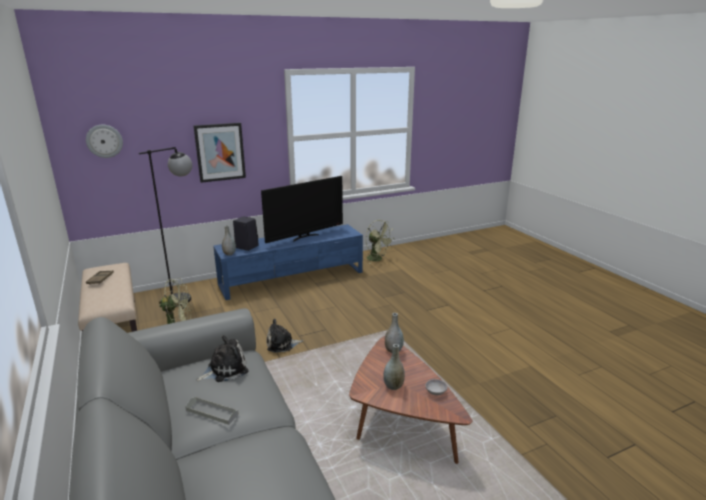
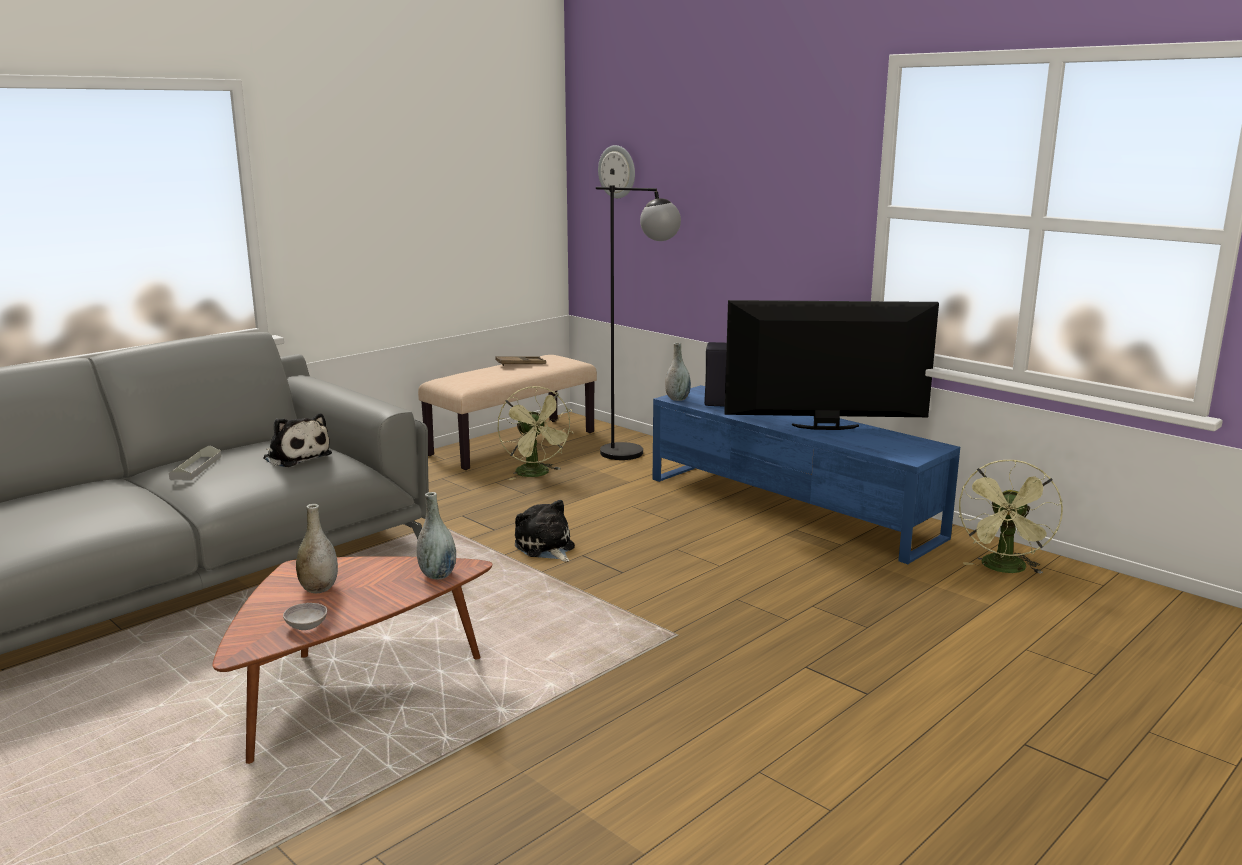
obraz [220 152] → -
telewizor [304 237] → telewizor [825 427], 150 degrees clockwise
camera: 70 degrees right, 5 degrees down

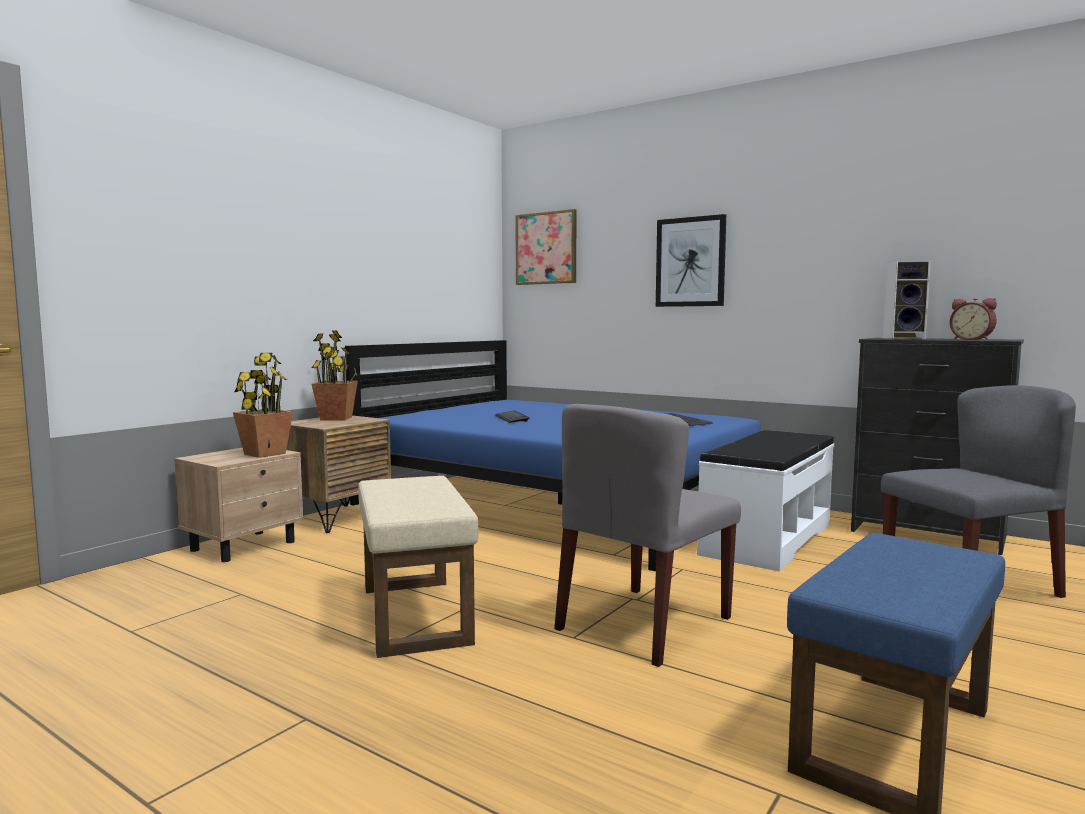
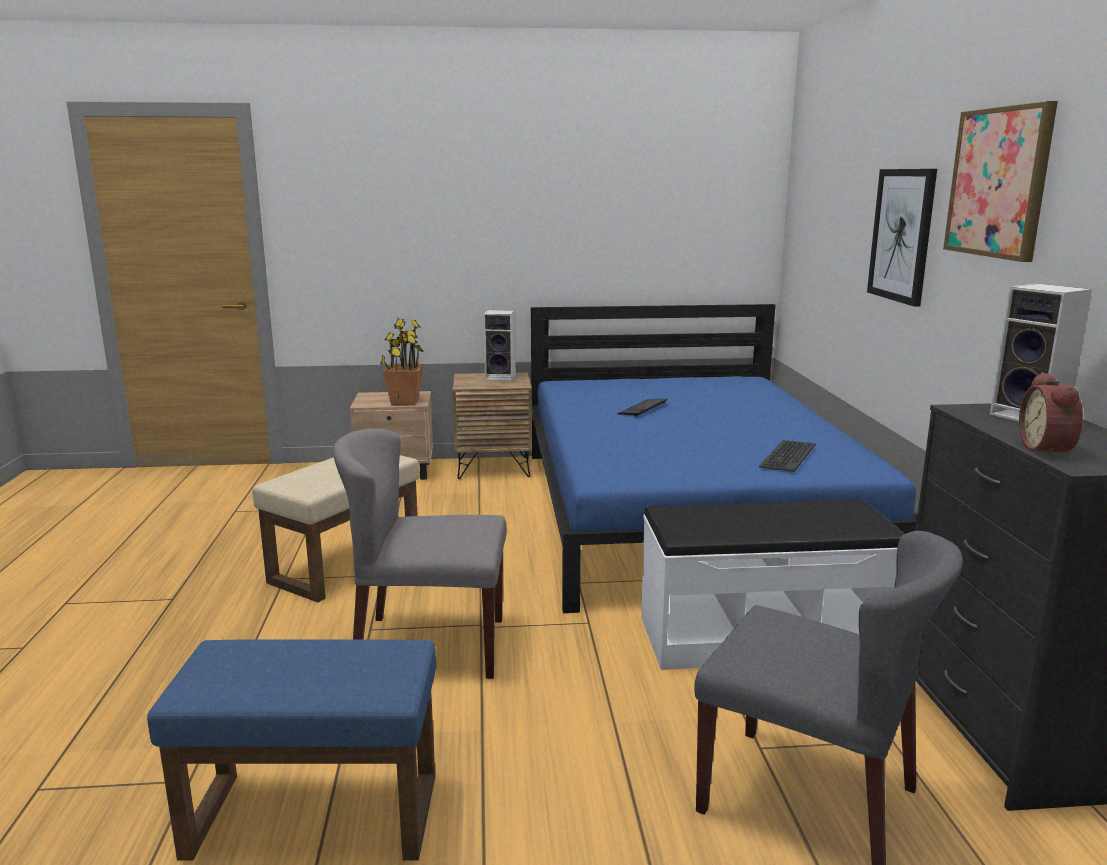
roślina doniczkowa [336 418] → głośnik [502 377]
obraz [546 248] → obraz [999 182], move
camera: 50 degrees right, 10 degrees up

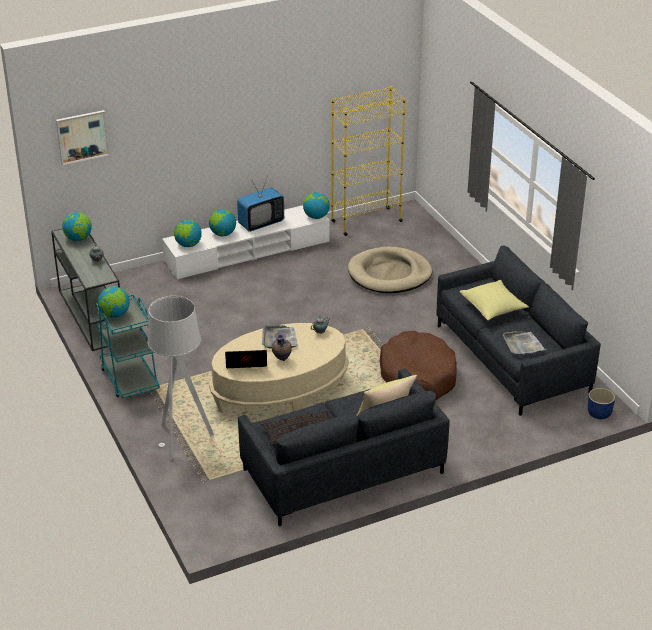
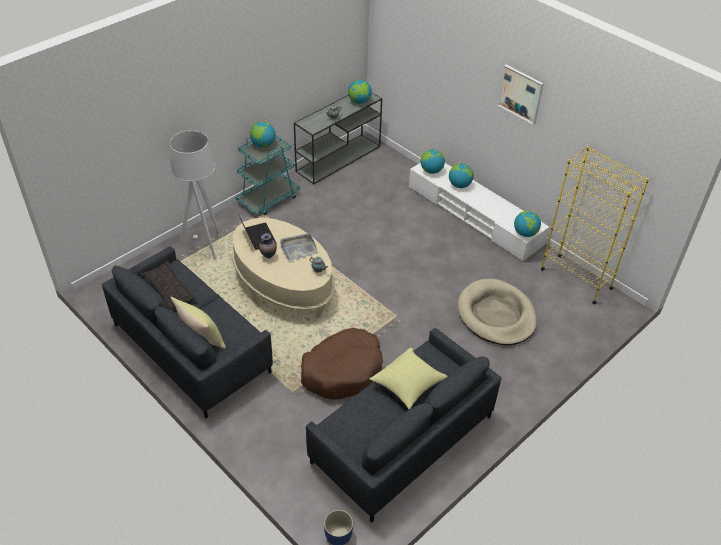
obraz [82 137] → obraz [520 94], move
telewizor [261 223] → -
taca [szary] [523 345] → -
camera: 70 degrees right, 10 degrees up

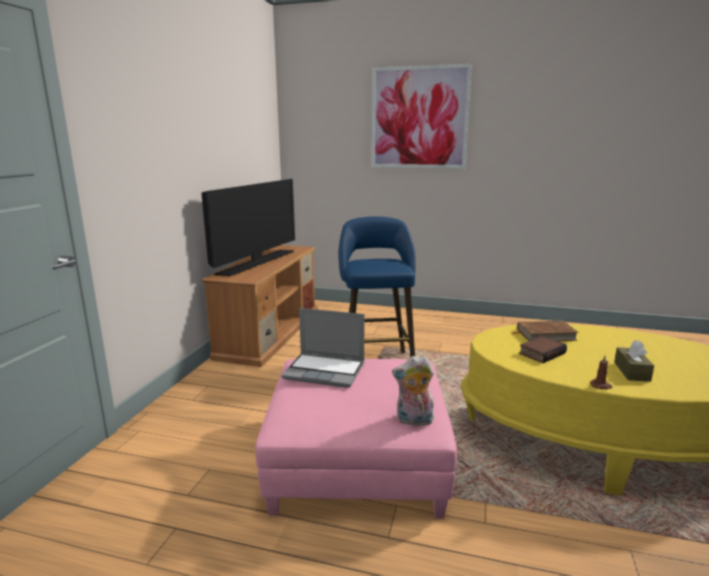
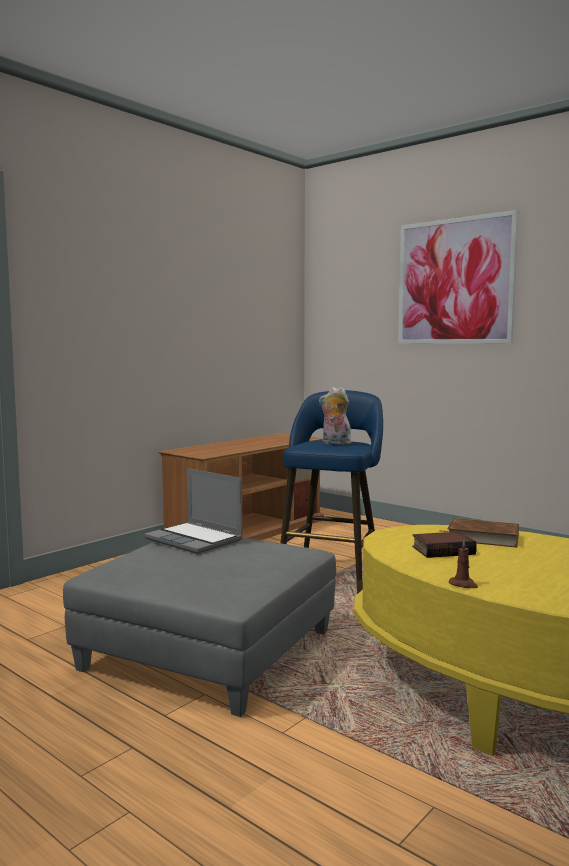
telewizor [257 262] → -
pufa [różowy] [358 459] → pufa [szary] [210 650]
pluszak [414 421] → pluszak [335 443], move
pudełko chusteczek [brązowy] [631 371] → -
camera: 25 degrees right, 10 degrees down

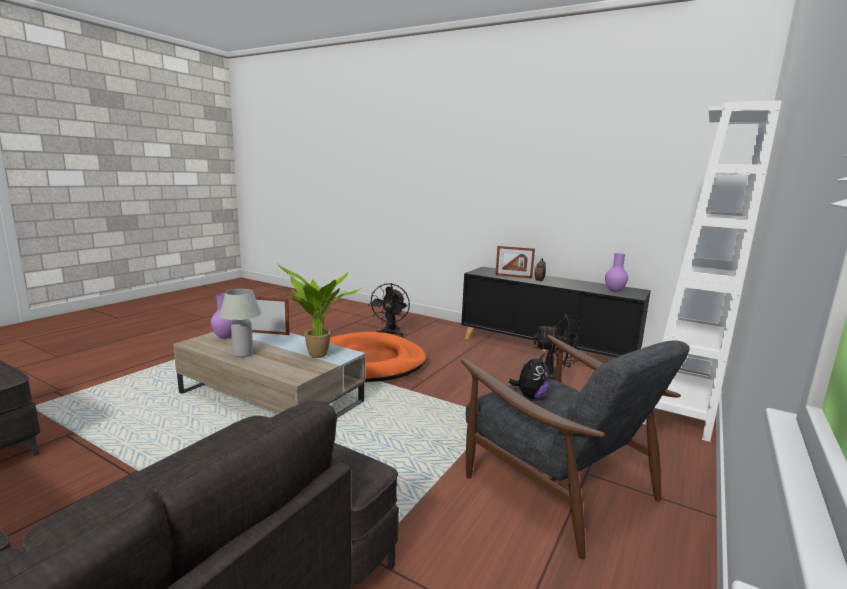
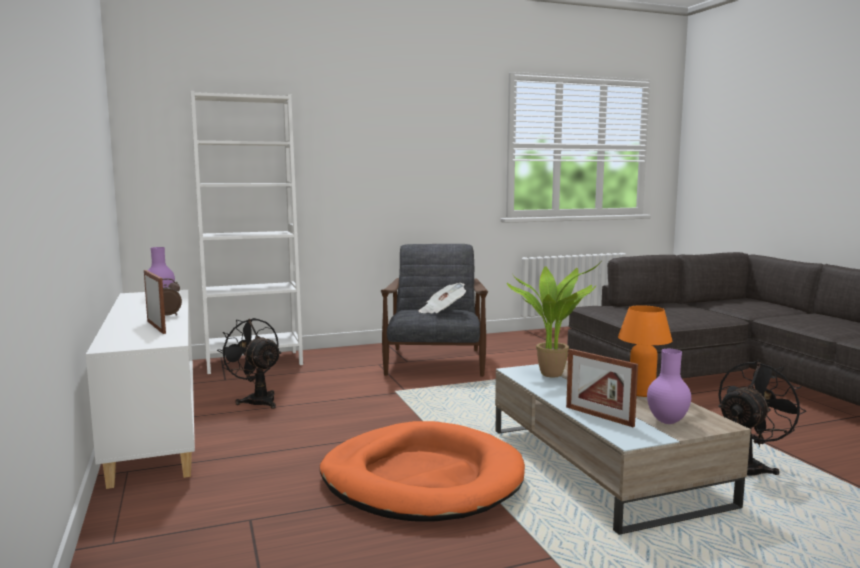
lampa stołowa [biały] [243 354] → lampa stołowa [pomarańczowy] [641 393]
wentylator [czarny] [390 334] → wentylator [czarny] [748 467], move
szafka [czarny] [546 349] → szafka [biały] [156 425]
pluszak [530 396] → gazeta [442 311]
camera: 140 degrees left, 5 degrees down

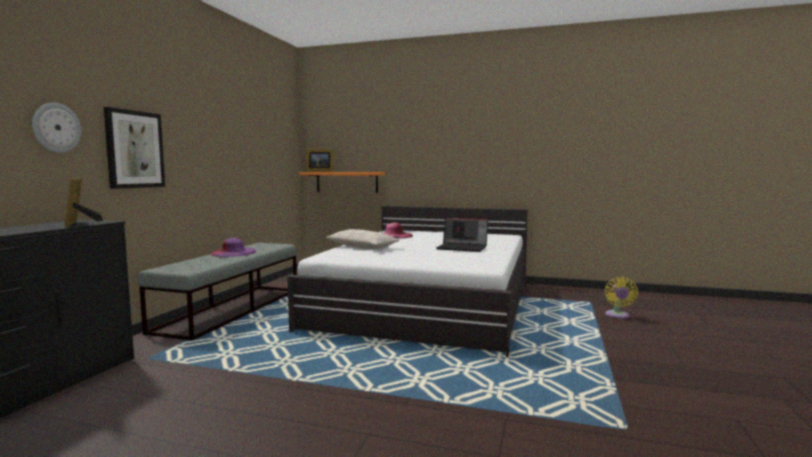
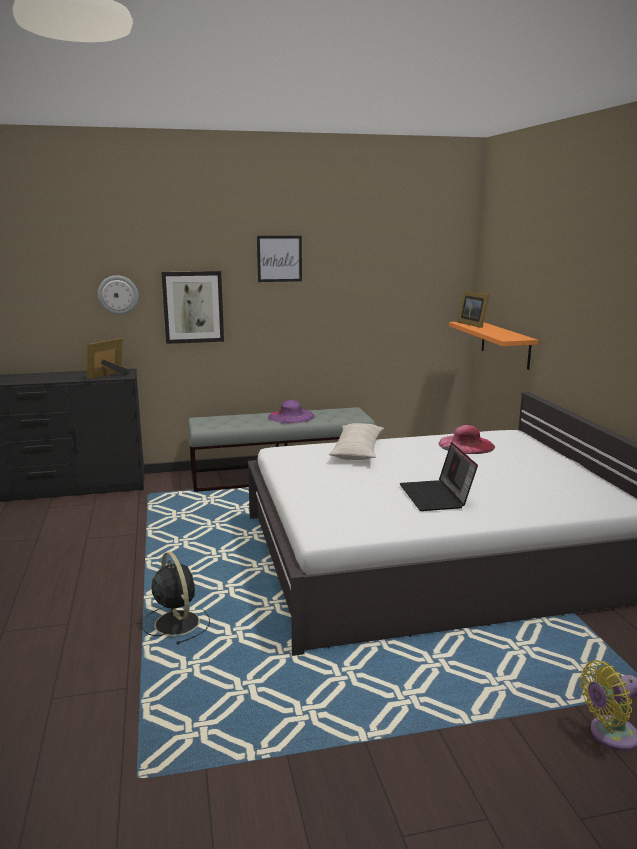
- → wentylator [czarny] [176 622]
- → obraz [279 258]
camera: 60 degrees right, 10 degrees up

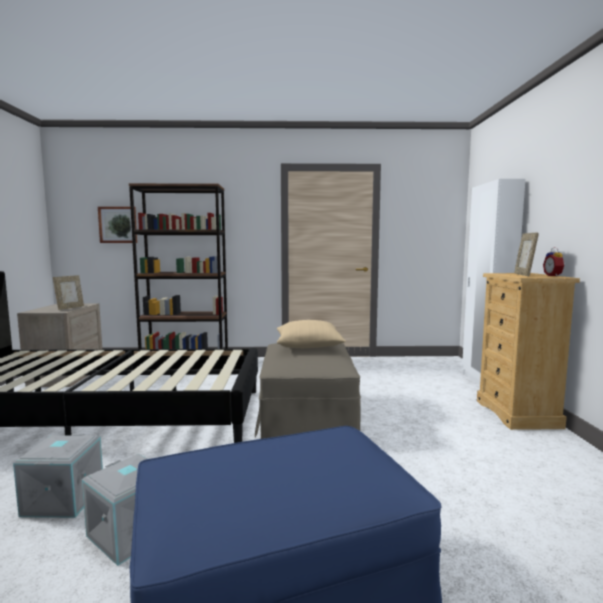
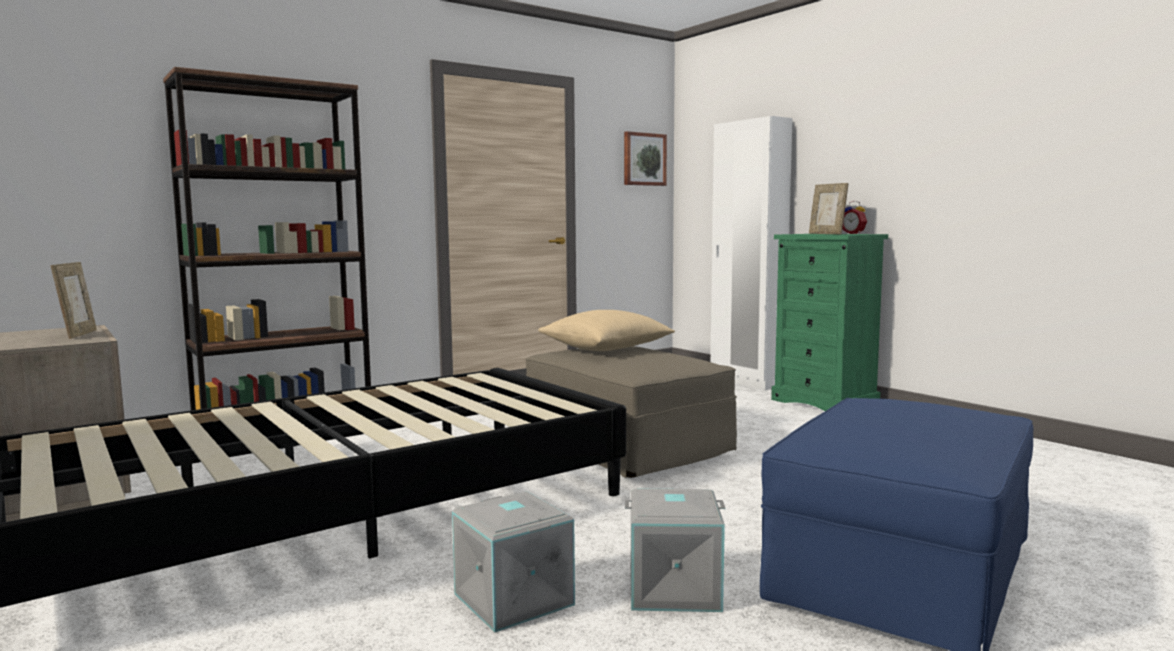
obraz [118 225] → obraz [644 159], move
komoda [beżowy] [517 414] → komoda [zielony] [825 403]
camera: 35 degrees left, 0 degrees up

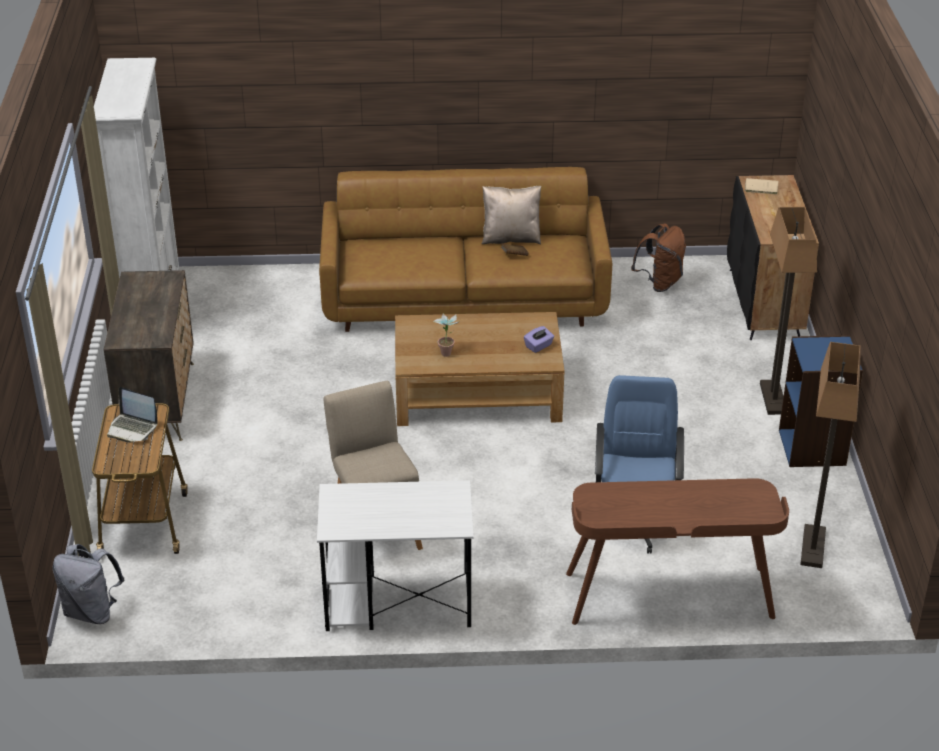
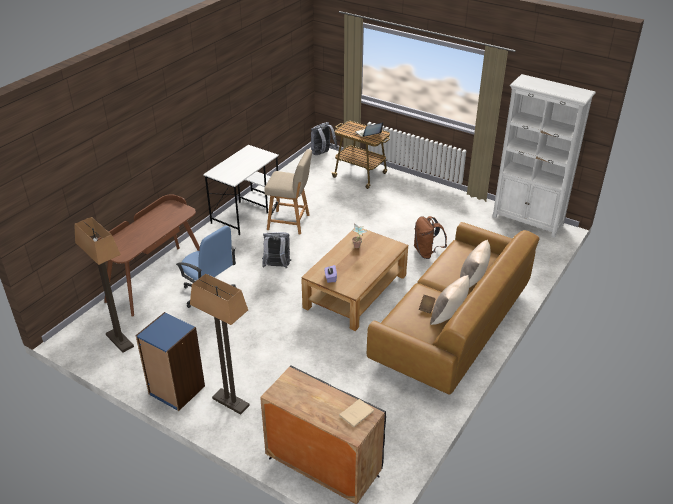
komoda [158 400] → -
plecak [brązowy] [660 283] → plecak [brązowy] [427 252], move
- → plecak [szary] [277 267]
- → poduszka [beżowy] [472 281]
camera: 125 degrees right, 0 degrees up

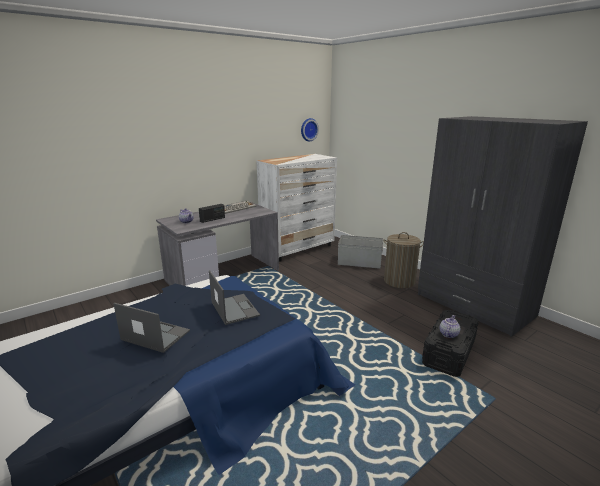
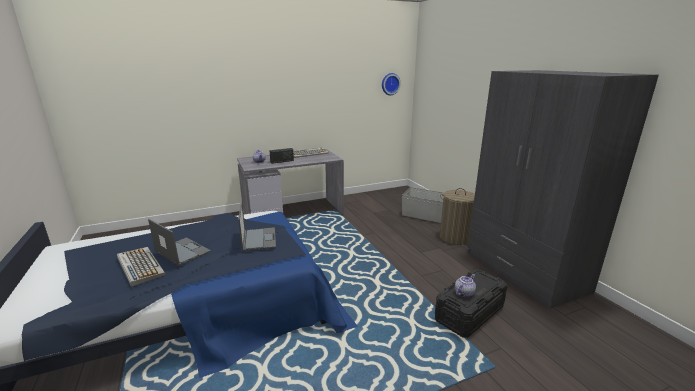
komoda [biały] [298 249] → -
- → klawiatura [139 266]
camera: 15 degrees right, 0 degrees up

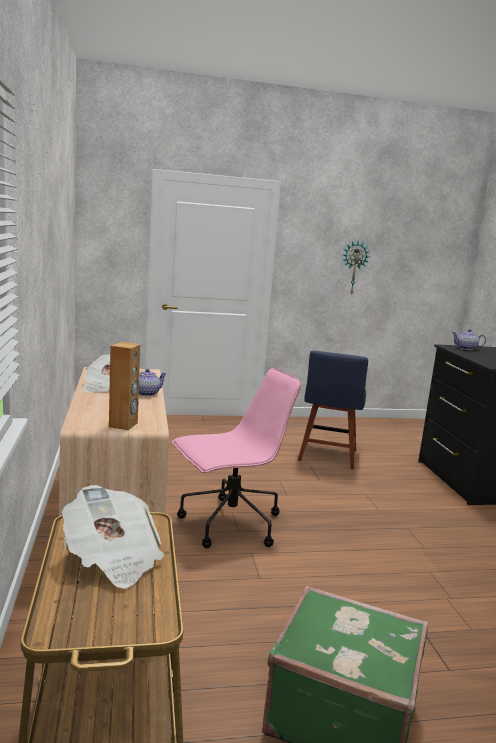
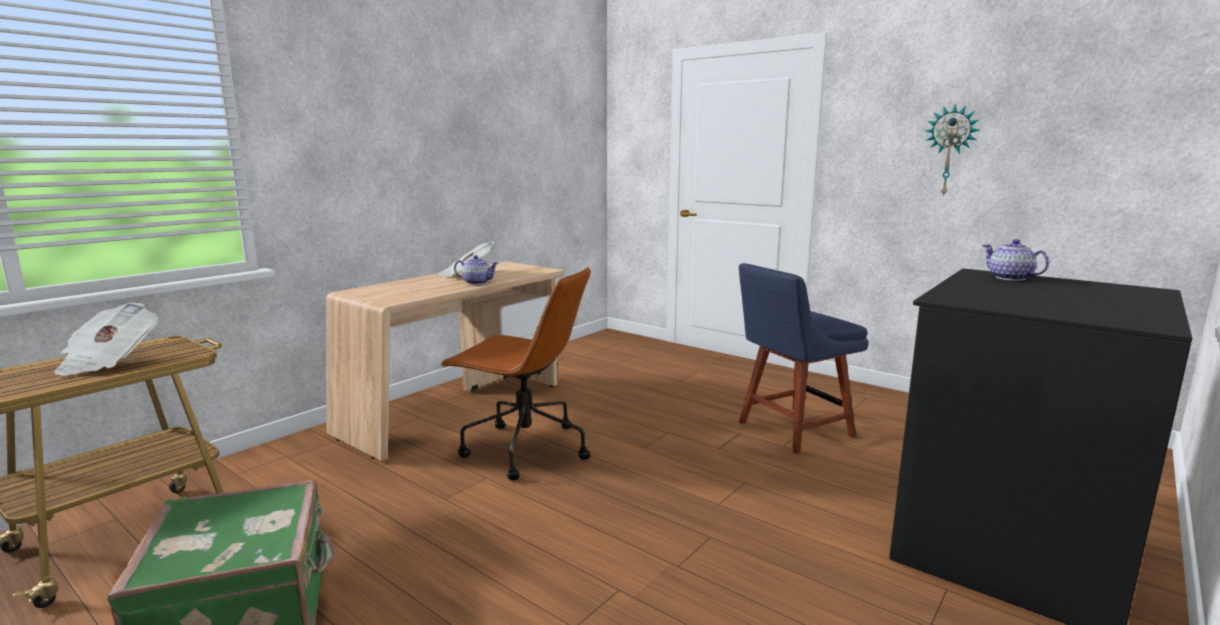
głośnik [brązowy] [123 425] → -
krzesło biurowe [różowy] [229 524] → krzesło biurowe [brązowy] [524 449]
camera: 50 degrees right, 0 degrees up

